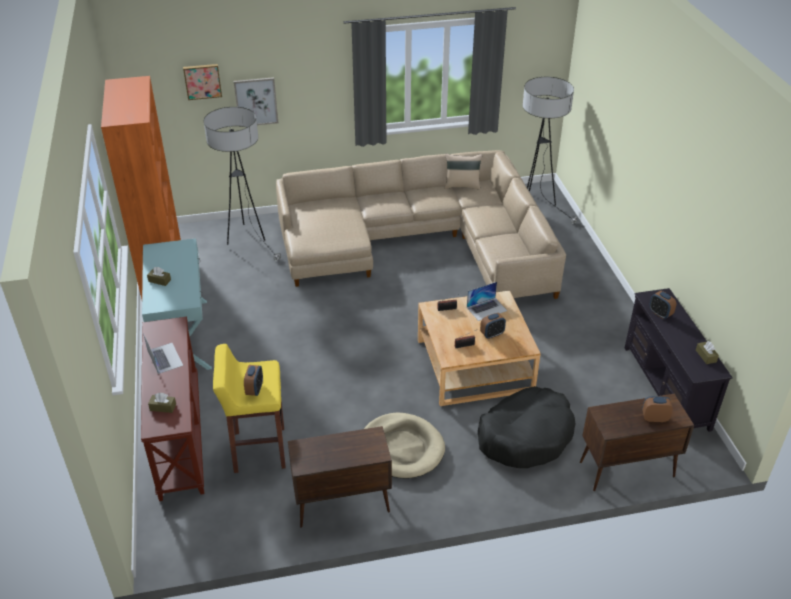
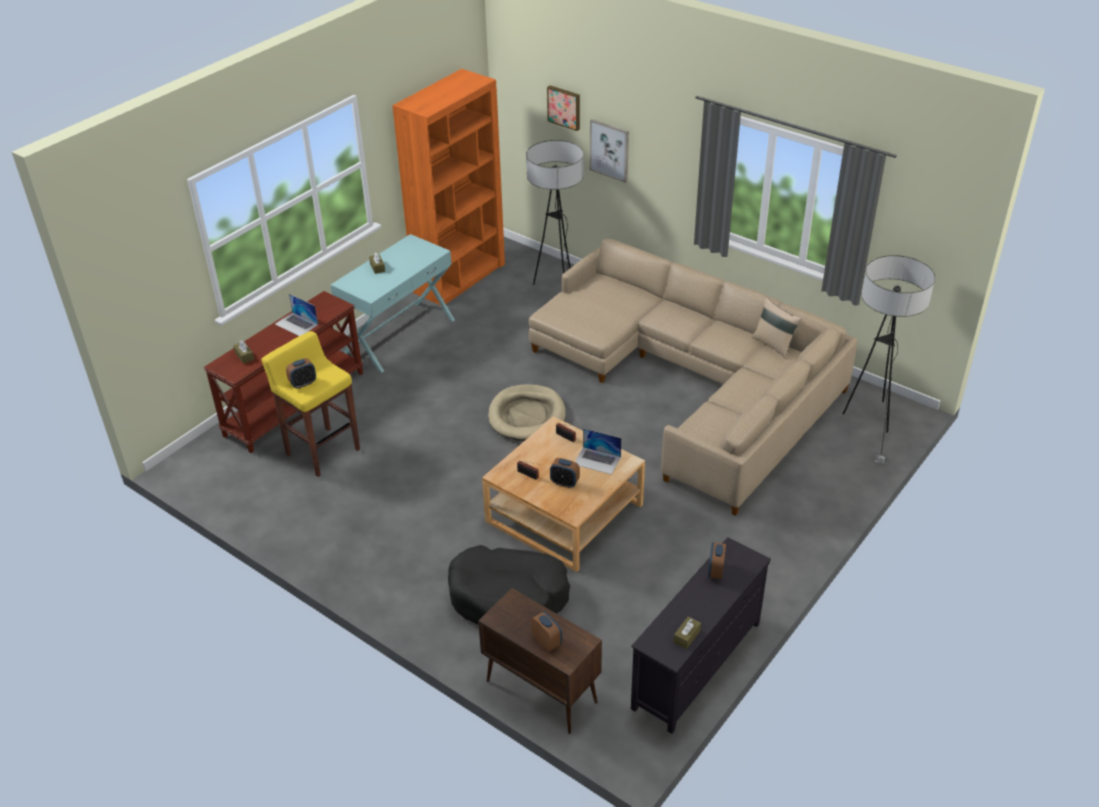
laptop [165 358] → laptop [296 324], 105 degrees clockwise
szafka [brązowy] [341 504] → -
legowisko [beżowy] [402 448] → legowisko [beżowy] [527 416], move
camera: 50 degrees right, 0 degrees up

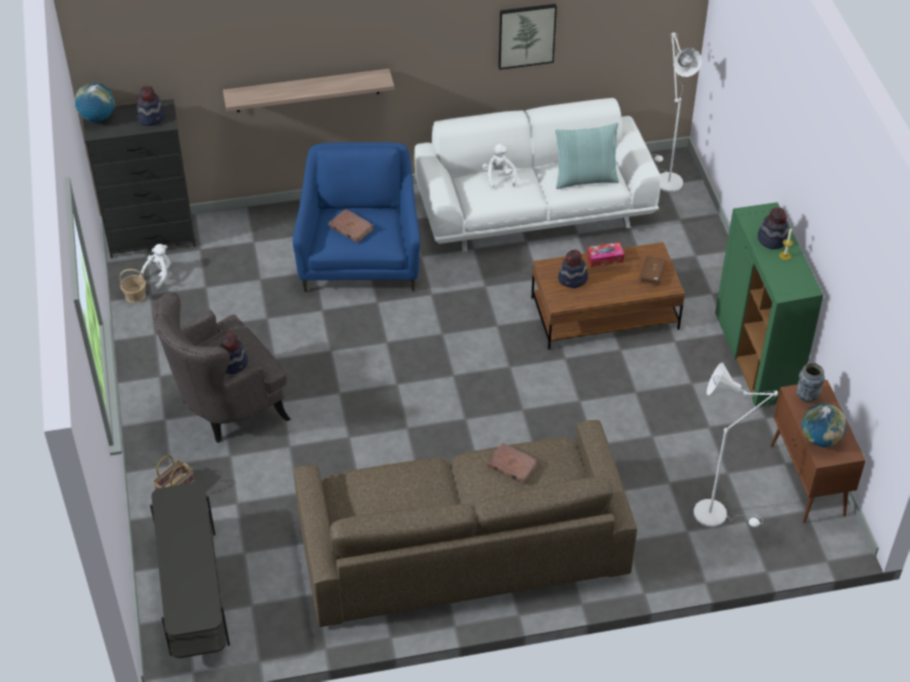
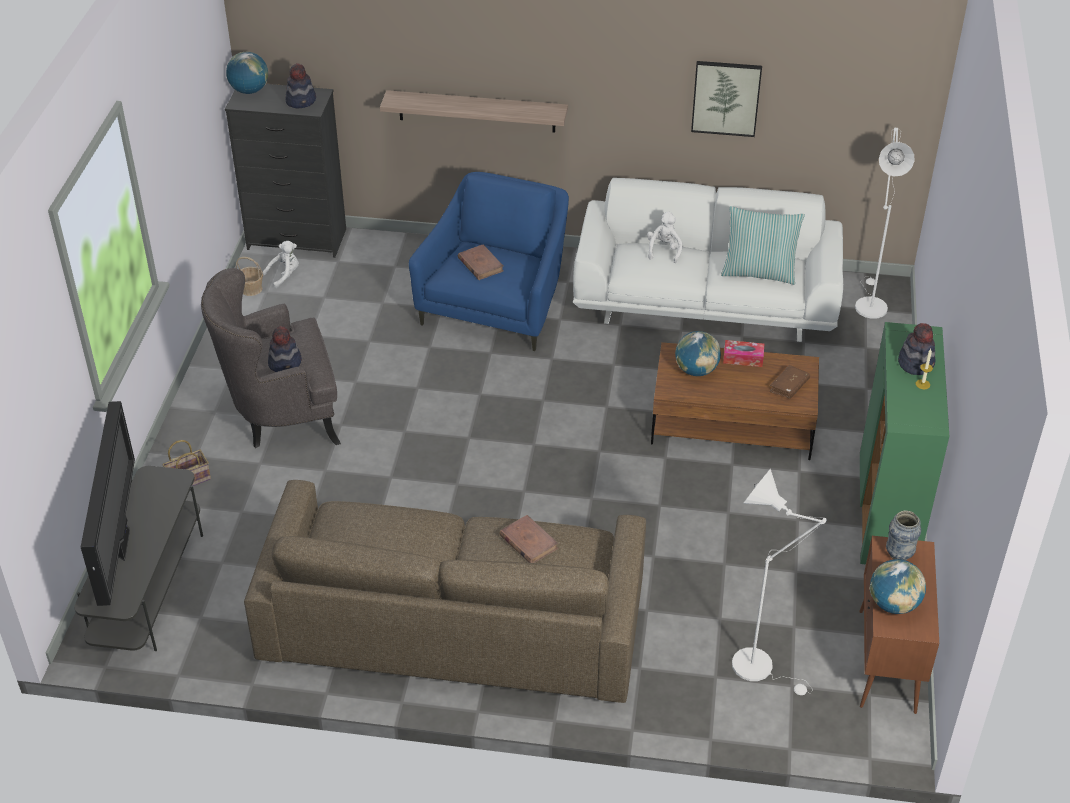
kapelusz [573 279] → globus [696 370]
- → telewizor [121 542]
camera: 20 degrees right, 5 degrees down

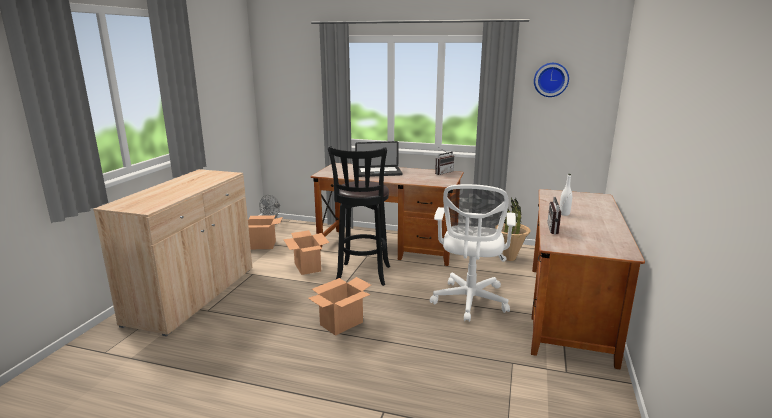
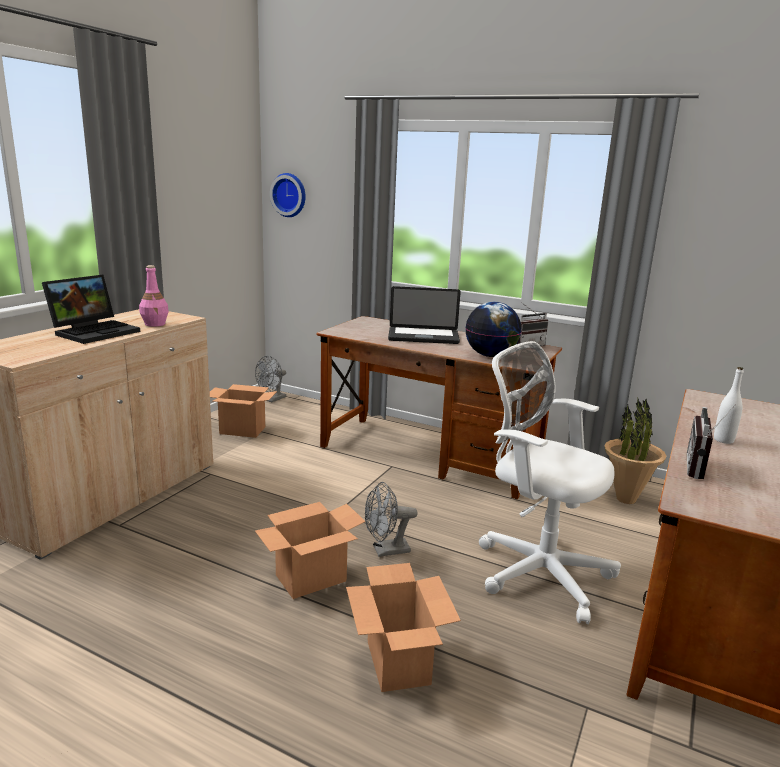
karton [308 267] → karton [398 663], move
stołek [czarny] [363 275] → -
krzesło biurowe [biały] [469 302] → krzesło biurowe [biały] [537 570], 105 degrees clockwise
zegar ścienny [551 79] → zegar ścienny [290 195], move
- → laptop [95 331]
- → butelka [różowy] [155 324]
- → wentylator [szary] [386 551]
- → globus [491 356]
camera: 10 degrees right, 0 degrees up

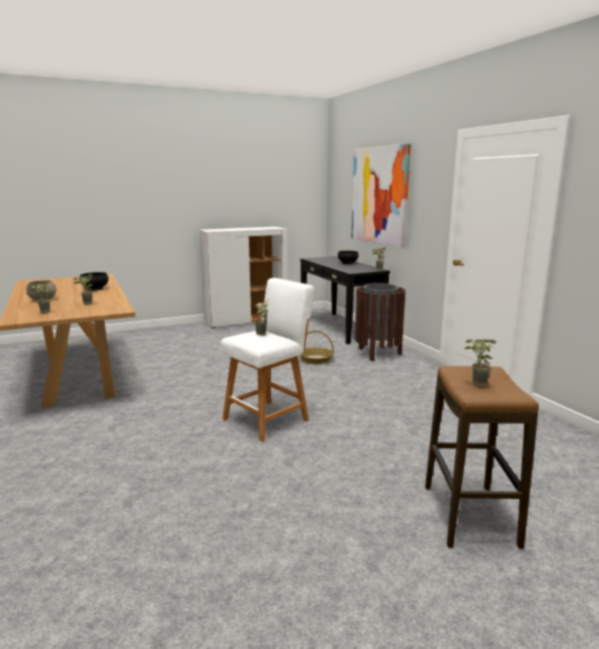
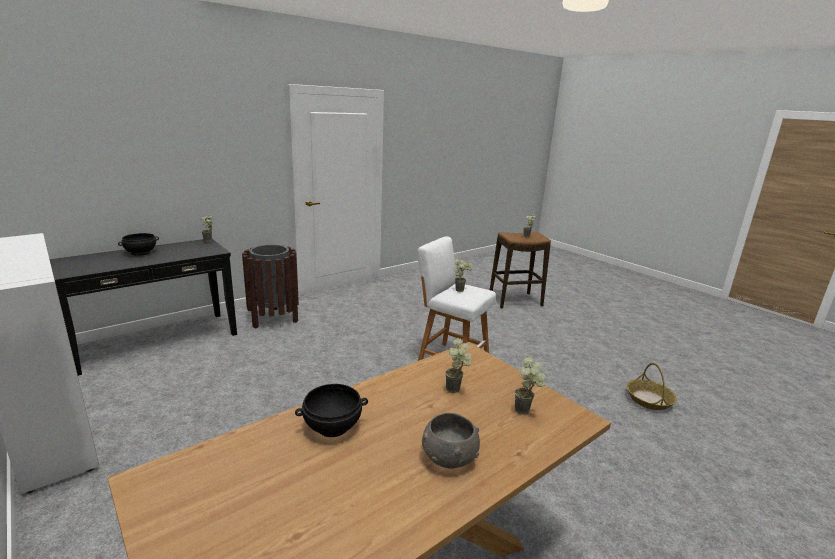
koszyk [316 359] → koszyk [649 399], move
obraz [379 195] → -
camera: 105 degrees left, 5 degrees up

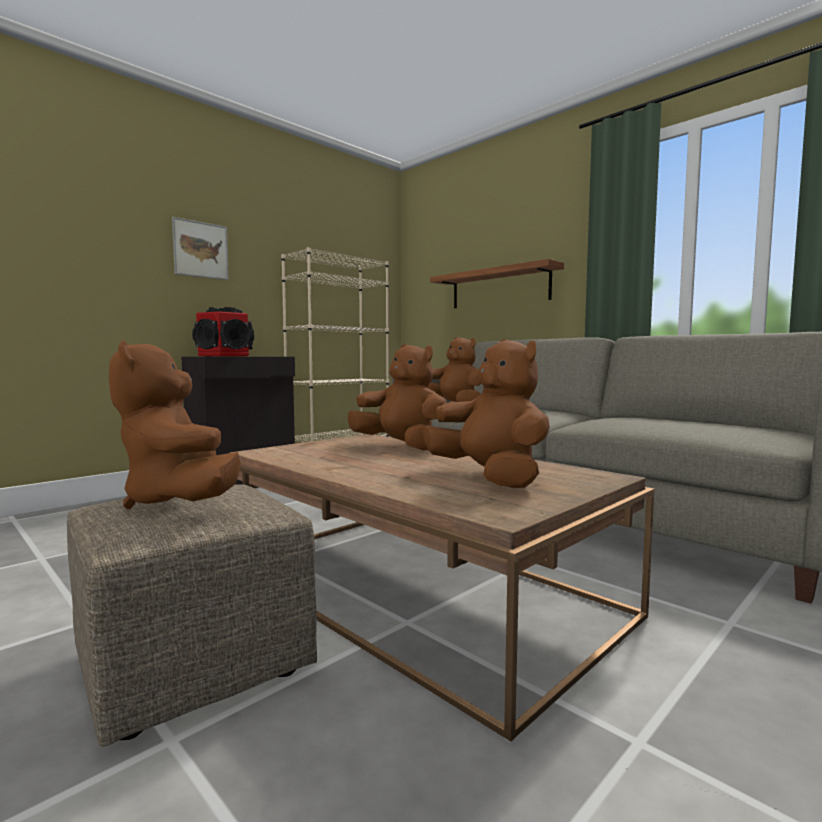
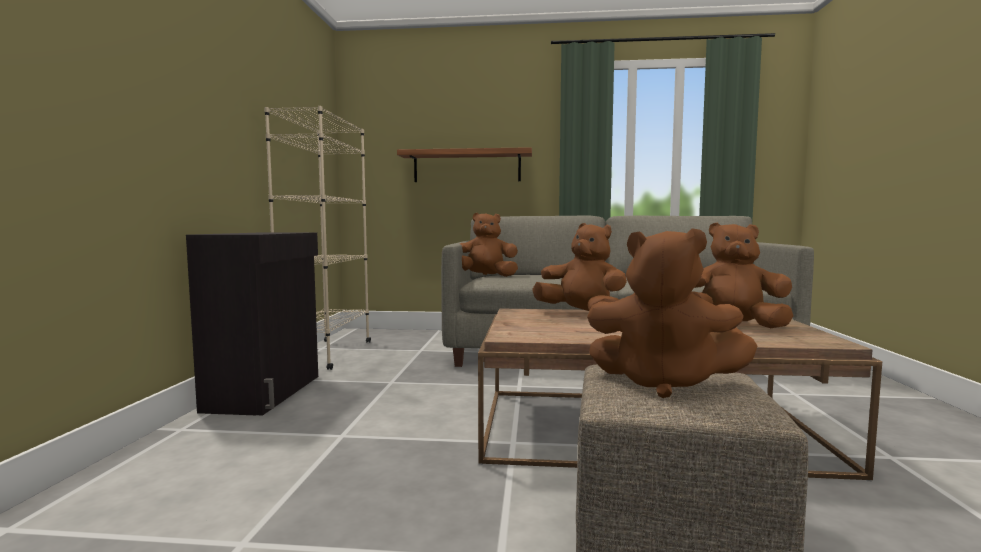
obraz [200 249] → -
głośnik [225 356] → -
pluszak [brązowy] [401 446] → pluszak [brązowy] [582 314], 45 degrees clockwise
camera: 40 degrees left, 0 degrees up

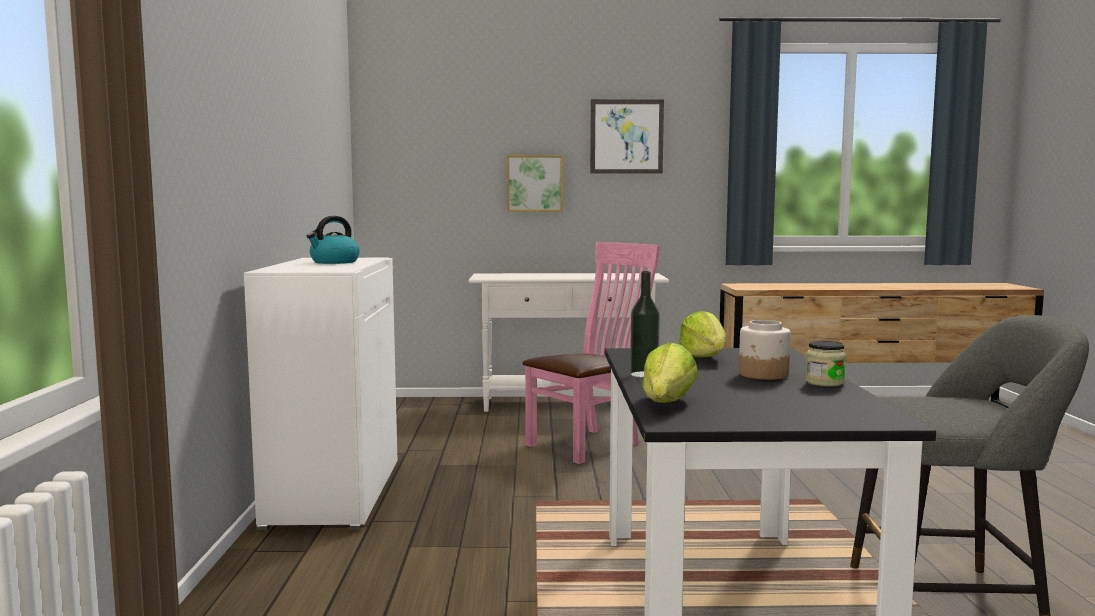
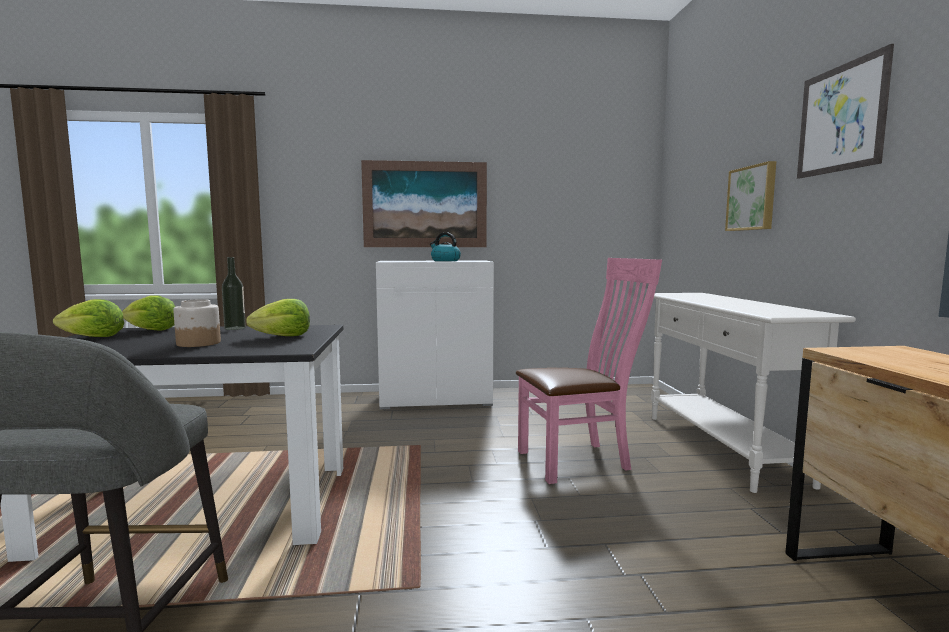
krzesło [różowy] [589 444] → krzesło [różowy] [579 460], 60 degrees counterclockwise
słoik [824 382] → -
- → sałata [92 337]
- → obraz [425 205]
camera: 85 degrees right, 0 degrees up

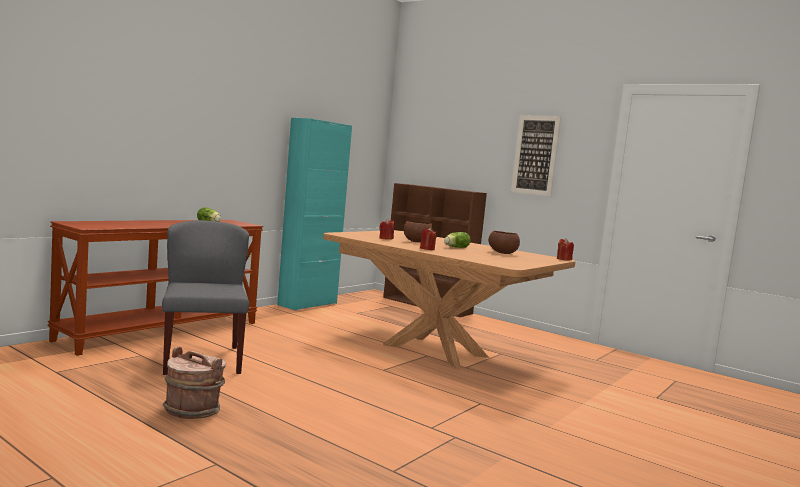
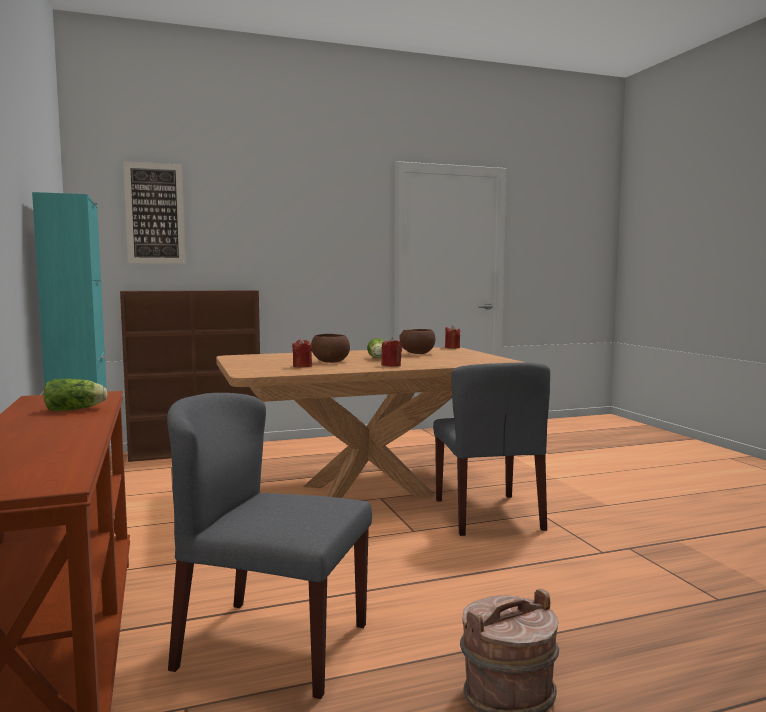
obraz [535 155] → obraz [155 213], move
- → krzesło [szary] [488 514]
camera: 55 degrees left, 0 degrees up

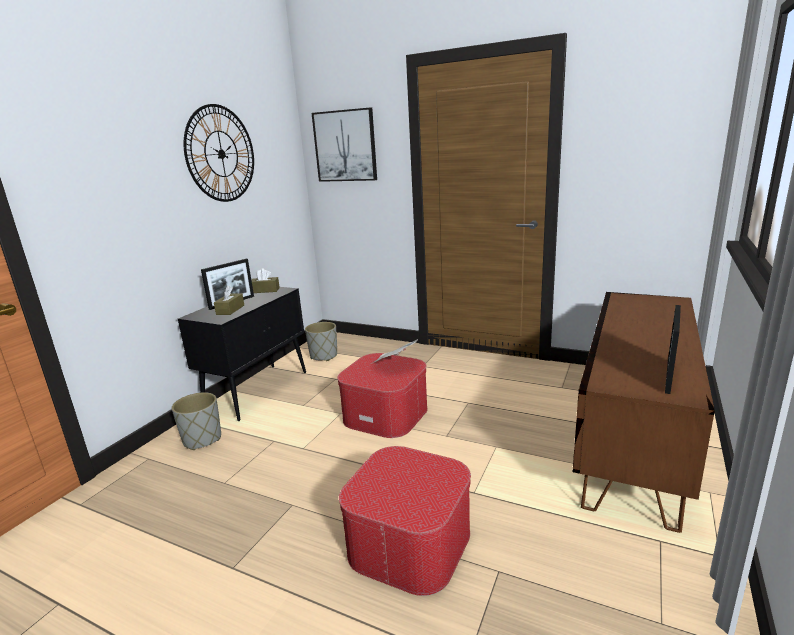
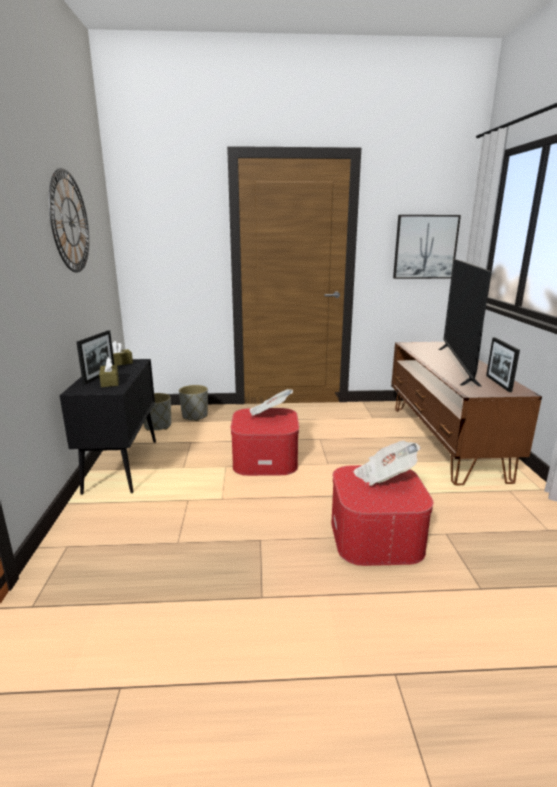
donica [szary] [202 440] → donica [szary] [195 416], move
obraz [345 146] → obraz [425 247], move
- → gazeta [384 476]
- → telewizor [457 365]
camera: 30 degrees left, 0 degrees up

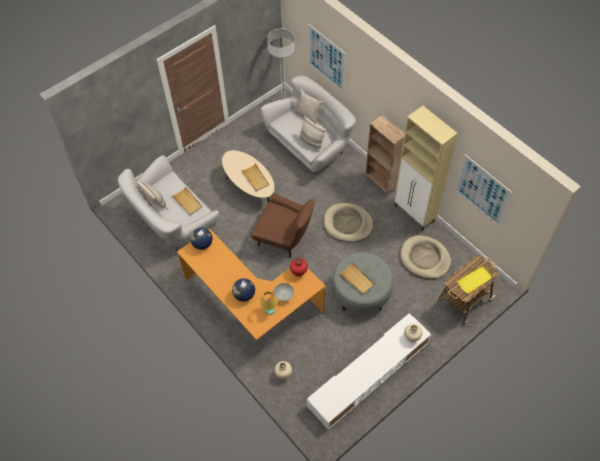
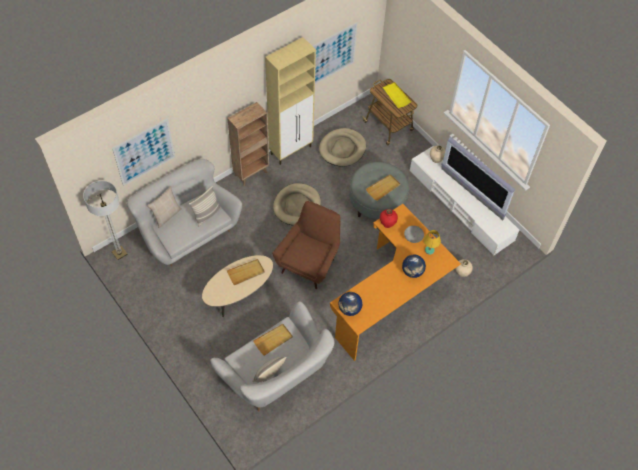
- → telewizor [471 194]
camera: 90 degrees left, 0 degrees up

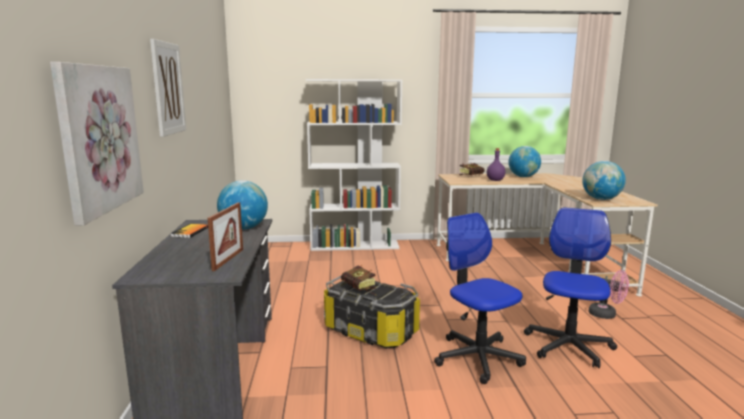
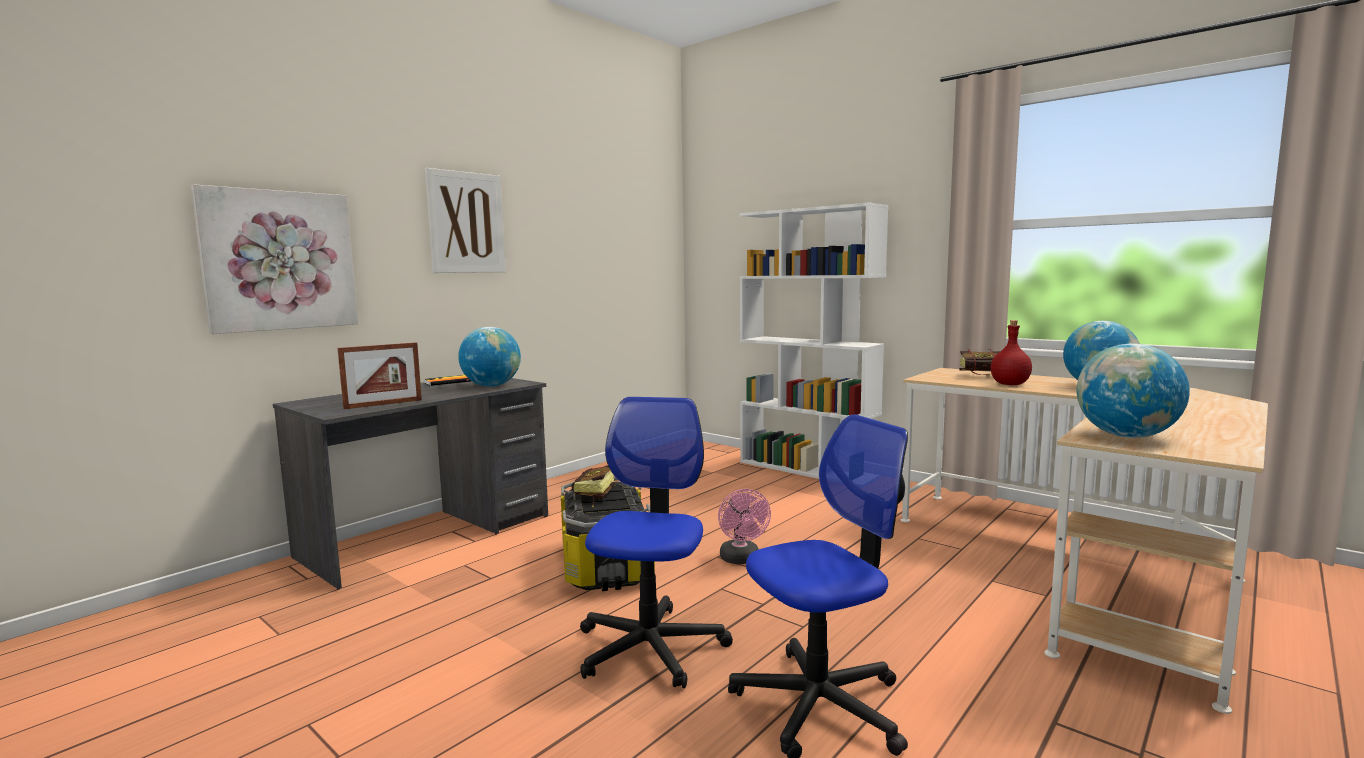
butelka [fioletowy] [495 180] → butelka [czerwony] [1009 384]
wentylator [różowy] [607 315] → wentylator [różowy] [741 560], move
camera: 45 degrees right, 5 degrees down

